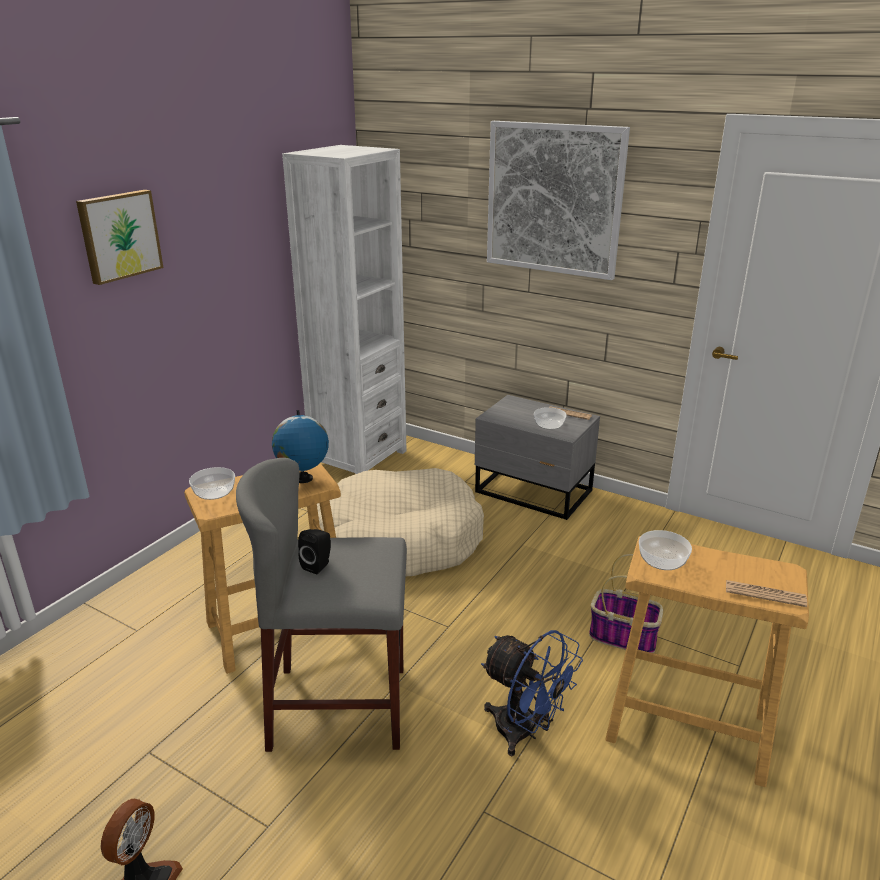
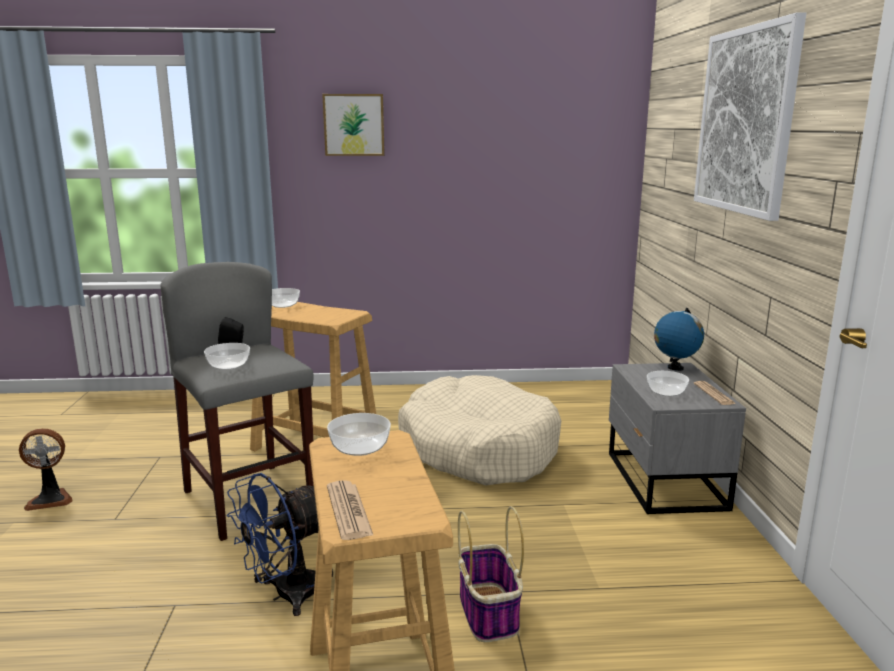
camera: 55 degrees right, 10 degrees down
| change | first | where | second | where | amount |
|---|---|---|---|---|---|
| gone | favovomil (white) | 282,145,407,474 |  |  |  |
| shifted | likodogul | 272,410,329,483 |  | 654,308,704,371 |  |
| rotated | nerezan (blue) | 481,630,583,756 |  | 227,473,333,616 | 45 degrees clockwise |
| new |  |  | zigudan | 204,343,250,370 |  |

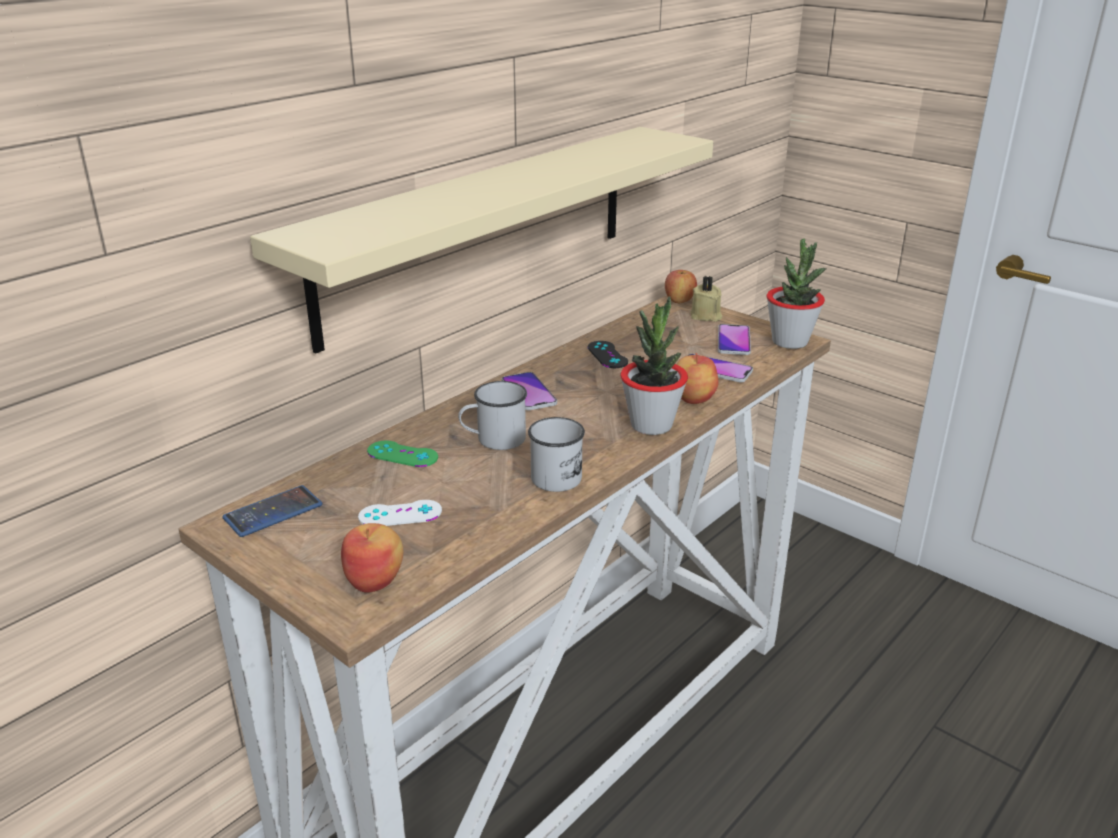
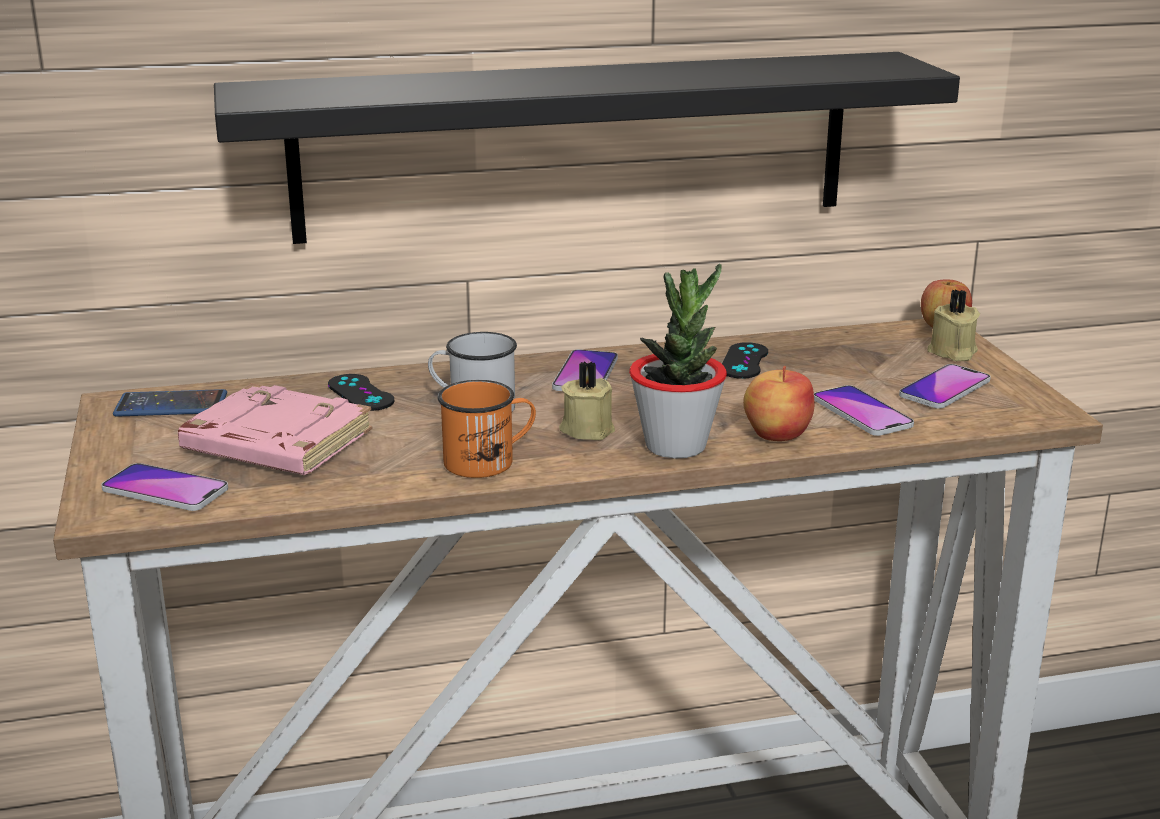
camera: 35 degrees right, 5 degrees down
| change | first | where | second | where | amount |
|---|---|---|---|---|---|
| repainted | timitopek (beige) | 250,127,713,354 | timitopek (black) | 214,52,960,244 |  |
| gone | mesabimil | 767,238,826,349 |  |  |  |
| repainted | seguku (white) | 528,417,585,492 | seguku (orange) | 438,380,536,478 |  |
| repainted | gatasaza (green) | 367,440,438,467 | gatasaza (black) | 328,374,394,411 |  |
| swapped | gatasaza (white) | 358,500,442,526 | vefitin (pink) | 178,383,373,475 |  |
| swapped | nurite | 341,523,403,593 | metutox | 101,463,228,511 |  |
| new |  |  | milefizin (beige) | 559,361,615,440 |  |

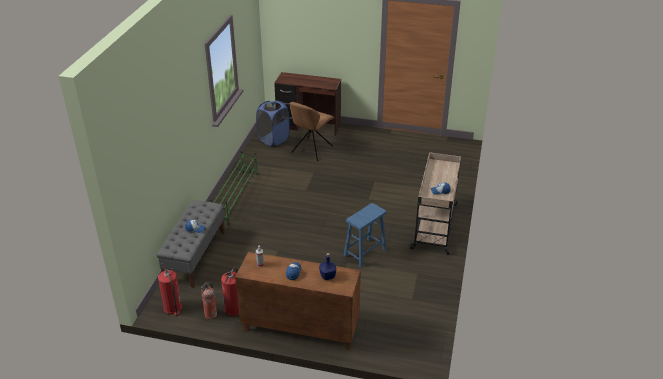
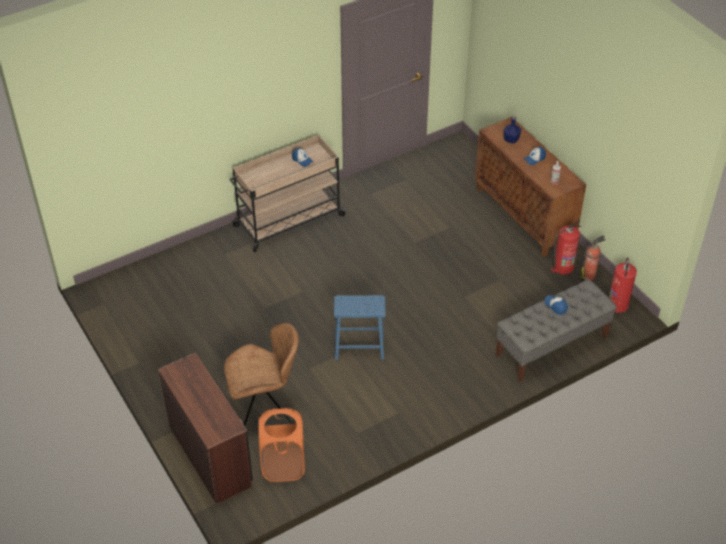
camera: 135 degrees left, 10 degrees up
| change | first | where | second | where | amount |
|---|---|---|---|---|---|
| repainted | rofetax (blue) | 256,100,290,146 | rofetax (orange) | 258,408,305,482 |  |
| gone | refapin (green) | 210,151,258,225 |  |  |  |
| shifted | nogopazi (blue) | 343,203,387,267 |  | 334,295,386,360 |  |

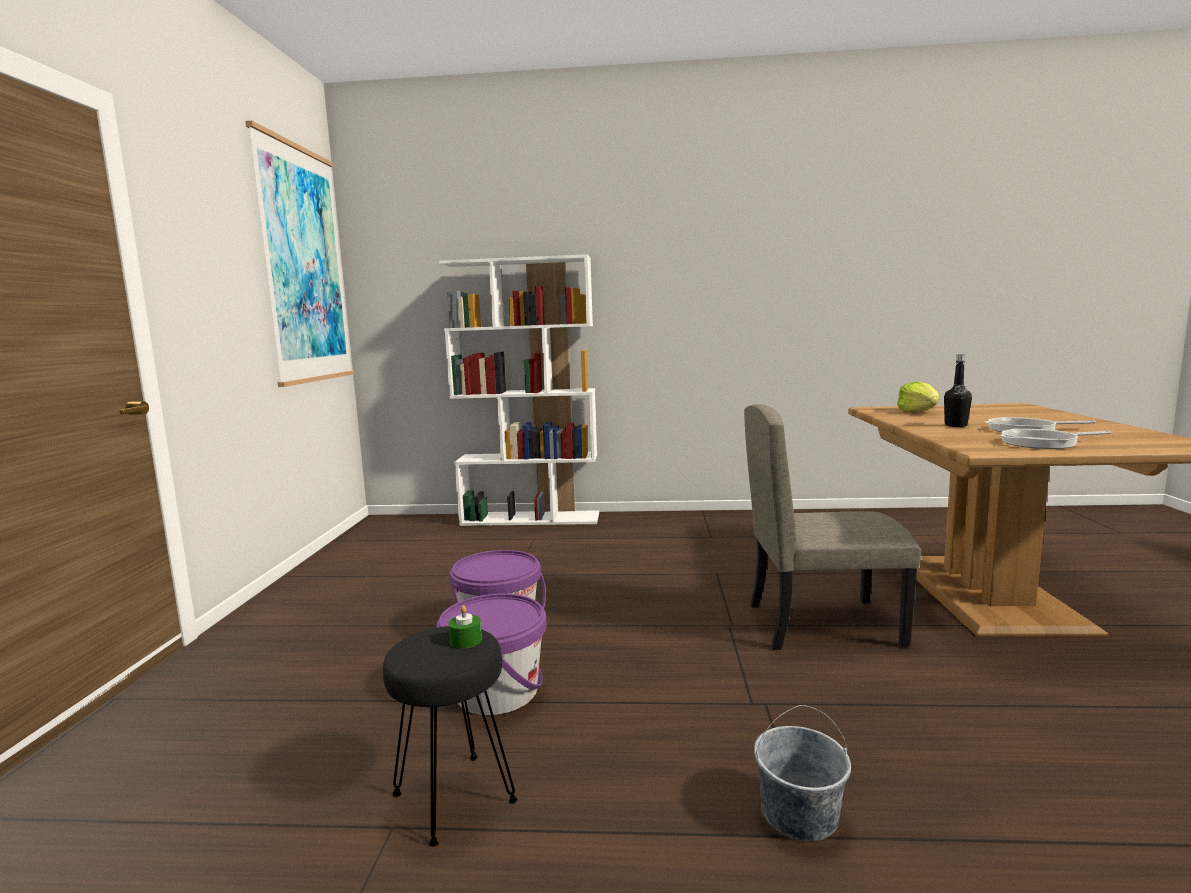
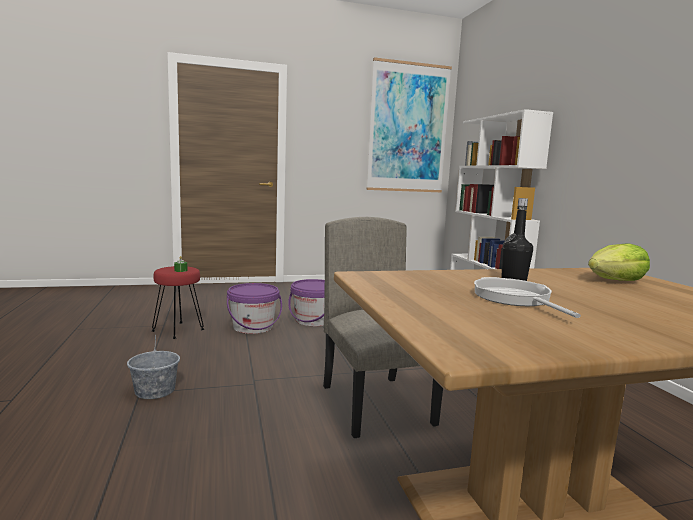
camera: 70 degrees right, 0 degrees up
| change | first | where | second | where | amount |
|---|---|---|---|---|---|
| gone | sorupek | 1000,429,1112,449 |  |  |  |
| repainted | nogopazi (black) | 383,626,518,847 | nogopazi (red) | 152,266,204,339 |  |

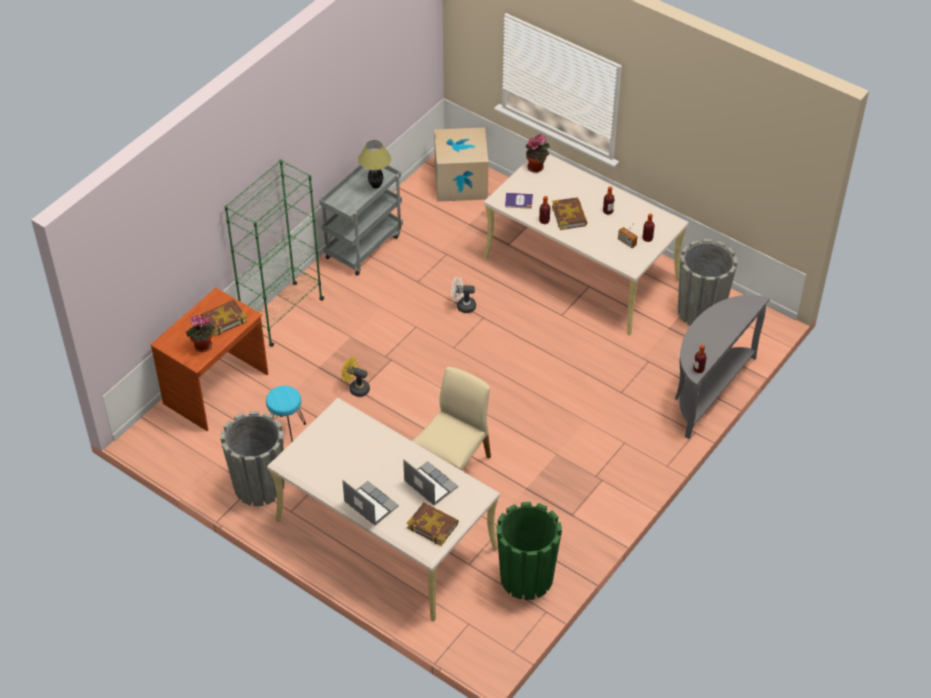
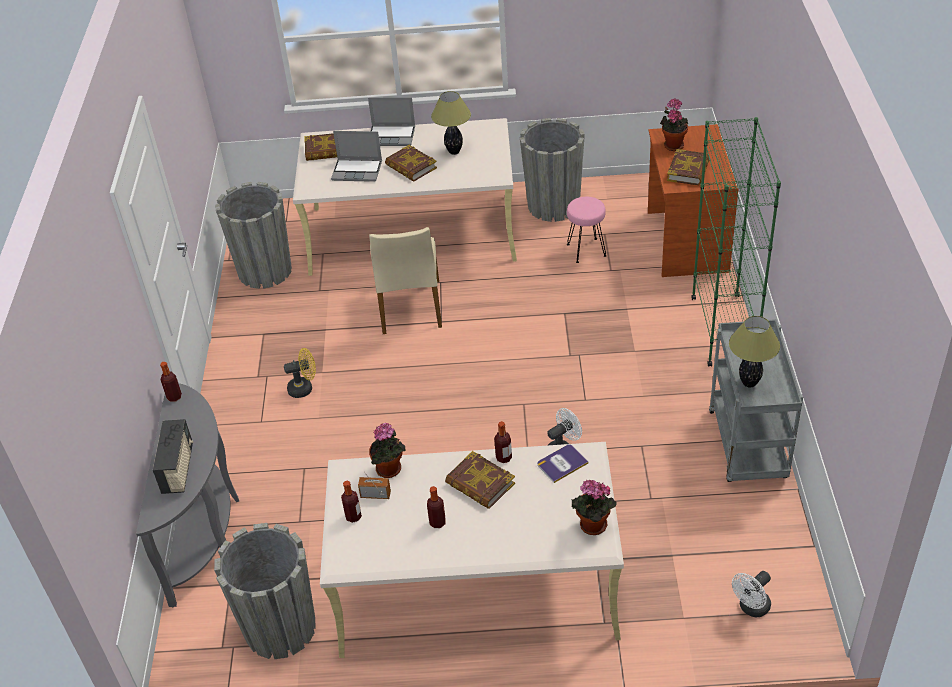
camera: 145 degrees right, 5 degrees down
| change | first | where | second | where | amount |
|---|---|---|---|---|---|
| swapped | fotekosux | 434,128,488,202 | nerezan (white) | 732,571,771,617 |  |
| shifted | nerezan (yellow) | 342,357,370,397 |  | 284,348,316,398 |  |
| repainted | nogopazi (turquoise) | 266,386,306,441 | nogopazi (pink) | 567,197,607,263 |  |
| repainted | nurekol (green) | 496,502,562,600 | nurekol (grey) | 215,182,292,289 |  |
| new |  |  | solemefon | 431,91,471,155 |  |
| new |  |  | vefitin | 385,145,437,182 |  |
| new |  |  | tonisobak | 153,419,193,494 |  |
| new |  |  | mesabimil | 369,423,406,478 |  |

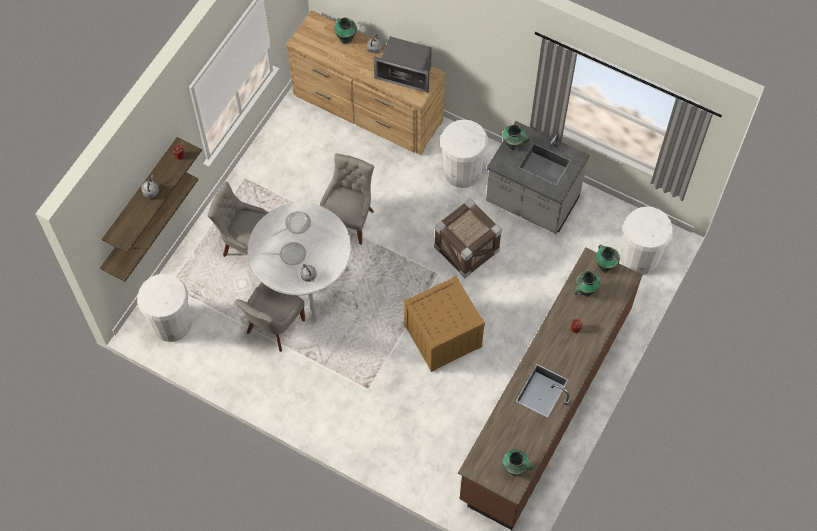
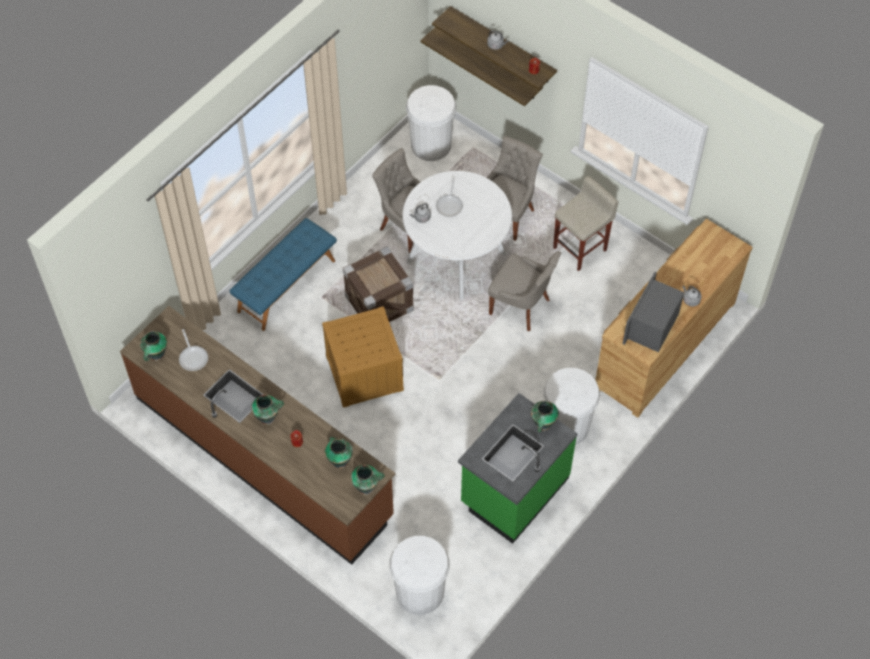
camera: 100 degrees right, 5 degrees down
| change | first | where | second | where | amount |
|---|---|---|---|---|---|
| shifted | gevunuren | 334,17,357,44 |  | 251,395,284,425 |  |
| repainted | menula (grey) | 486,121,590,234 | menula (green) | 458,393,577,544 |  |
| shifted | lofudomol | 434,198,502,278 |  | 343,246,414,322 |  |
| shifted | sorupek | 271,211,311,236 |  | 179,329,208,371 |  |
| new |  |  | nogopazi (beige) | 553,176,618,271 |  |
| new |  |  | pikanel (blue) | 230,218,337,331 |  |

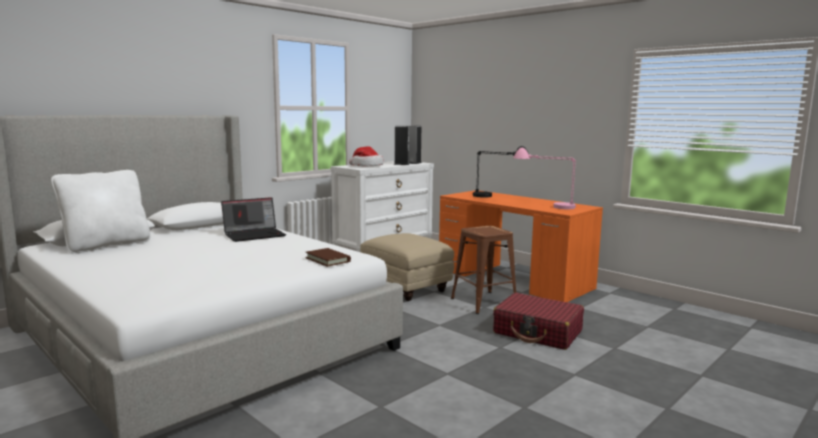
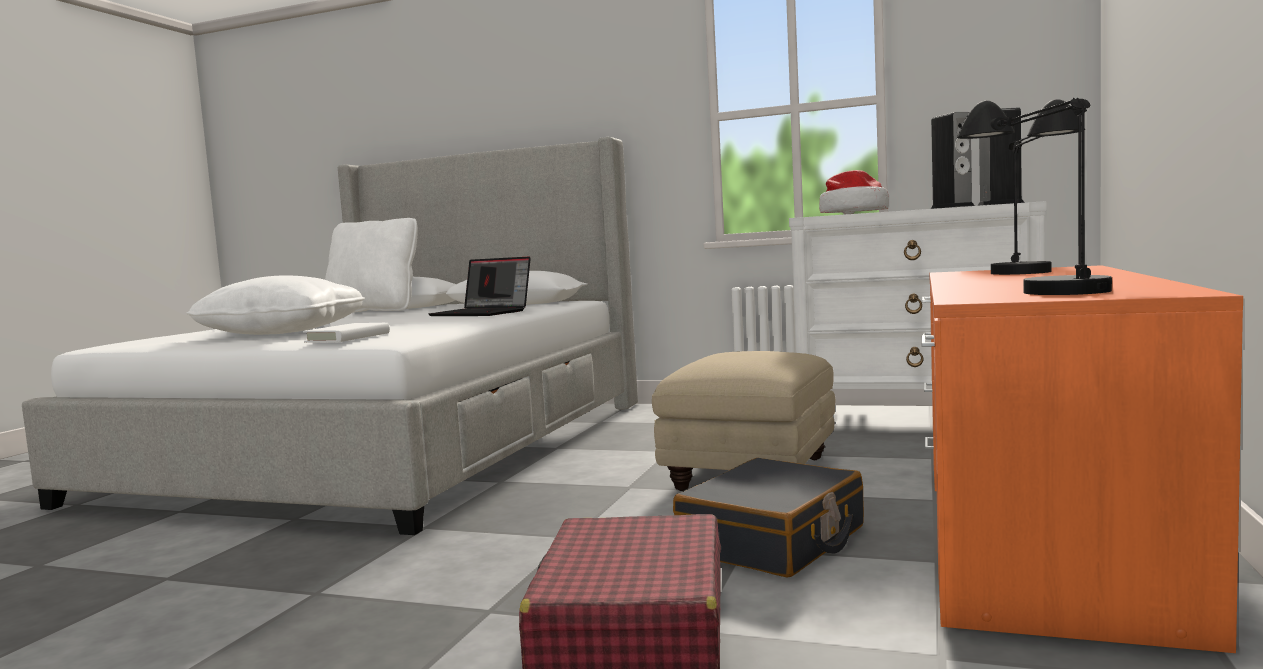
camera: 65 degrees right, 5 degrees down
| change | first | where | second | where | amount |
|---|---|---|---|---|---|
| repainted | solemefon (pink) | 513,148,576,209 | solemefon (black) | 957,98,1112,295 |  |
| swapped | nogopazi (brown) | 451,226,517,314 | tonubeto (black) | 673,458,864,578 |  |
| repainted | vefitin (brown) | 305,248,351,267 | vefitin (white) | 303,323,390,342 |  |
| new |  |  | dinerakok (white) | 187,276,365,335 |  |

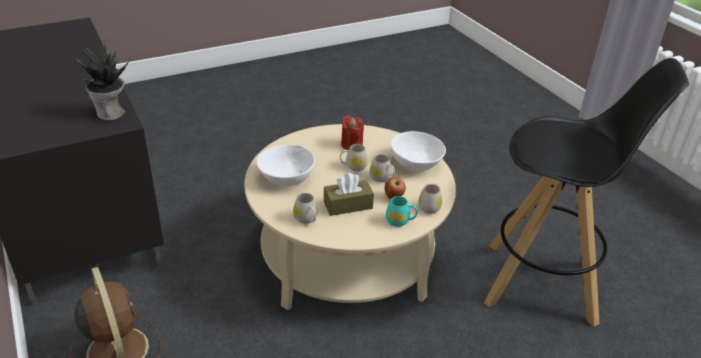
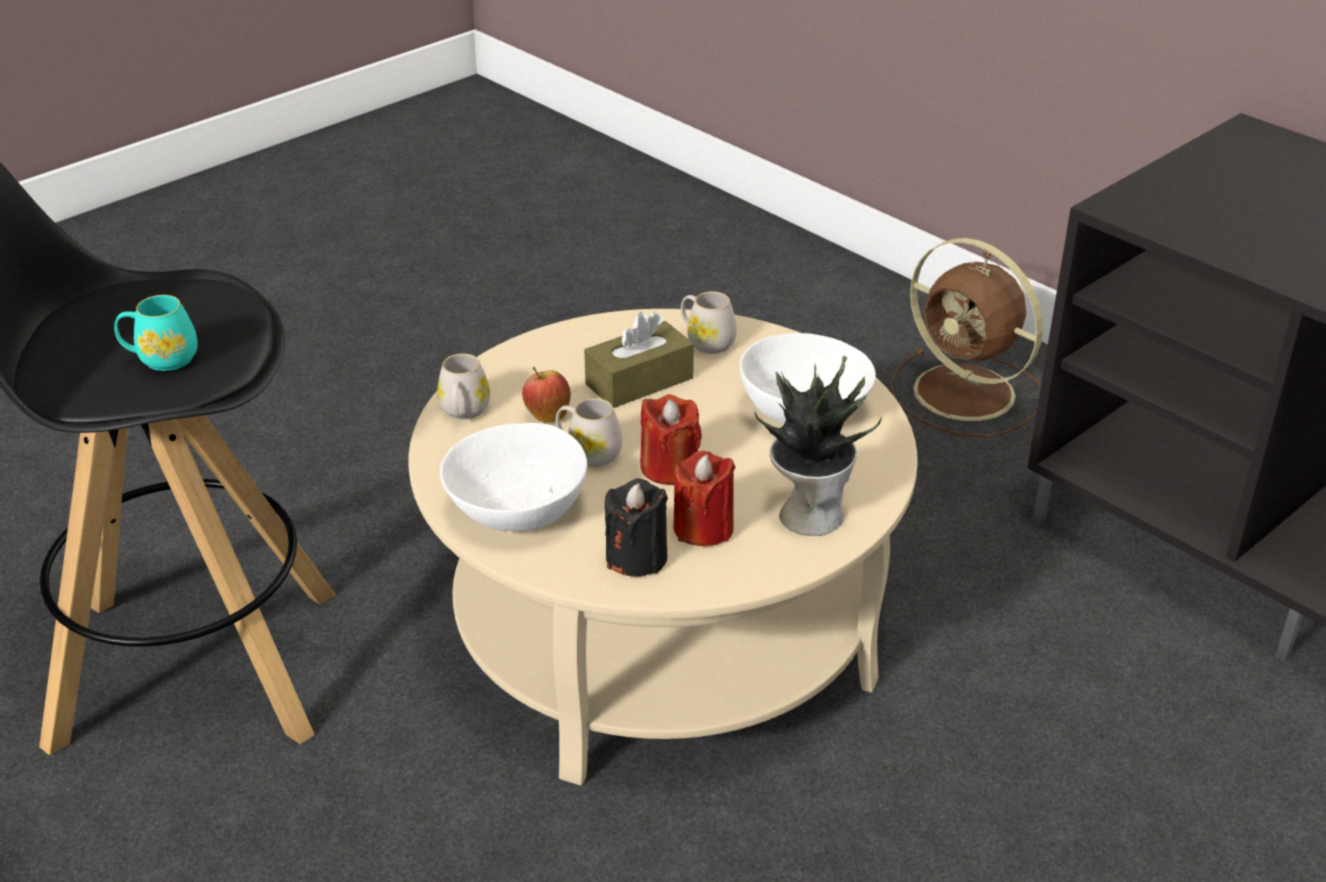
camera: 165 degrees right, 0 degrees up
| change | first | where | second | where | amount |
|---|---|---|---|---|---|
| shifted | mesabimil | 75,39,130,120 |  | 755,355,882,536 |  |
| swapped | seguku (white) | 340,144,368,171 | milefizin (red) | 640,394,702,485 |  |
| shifted | seguku (turquoise) | 386,196,417,227 |  | 114,295,198,371 |  |
| new |  |  | milefizin (black) | 605,479,668,577 |  |

